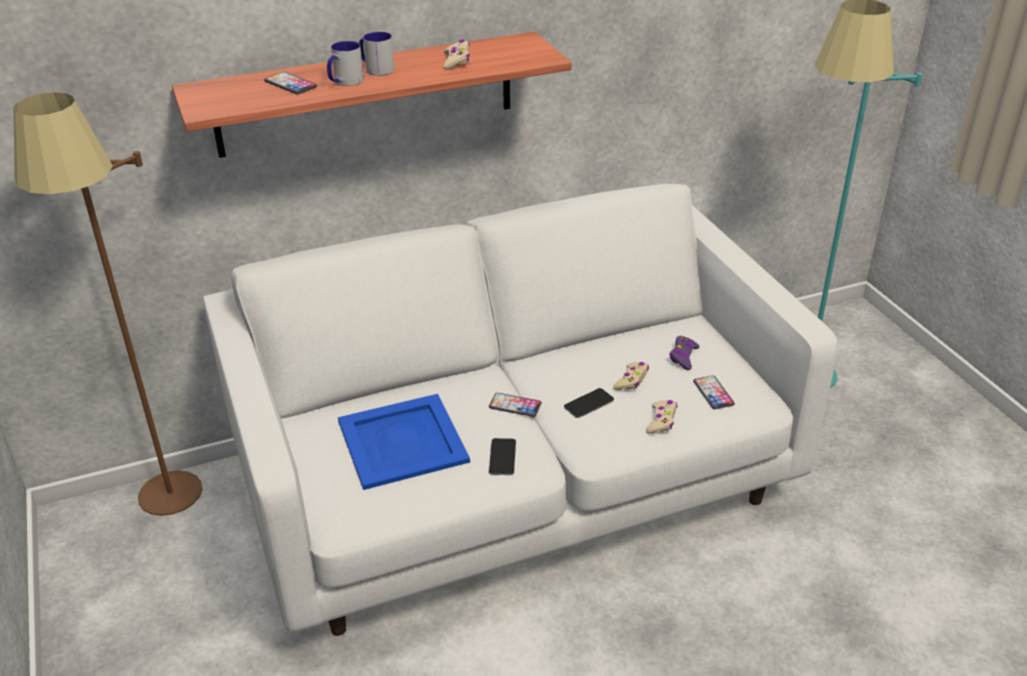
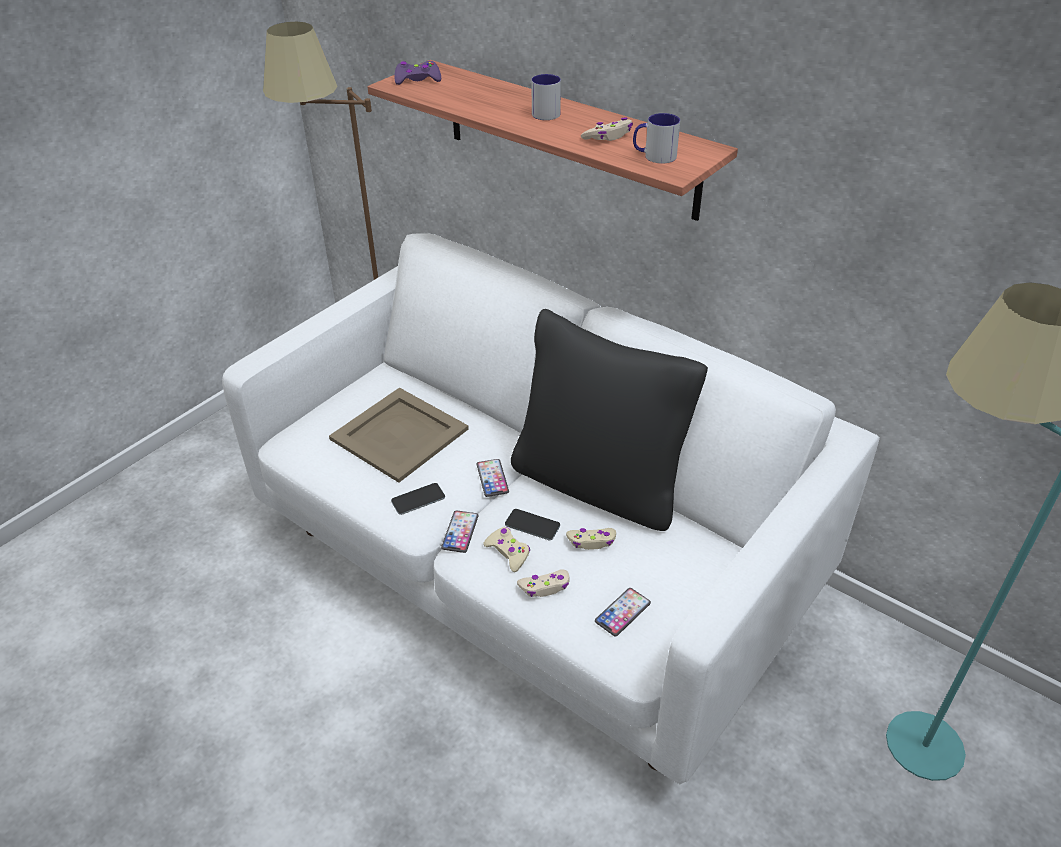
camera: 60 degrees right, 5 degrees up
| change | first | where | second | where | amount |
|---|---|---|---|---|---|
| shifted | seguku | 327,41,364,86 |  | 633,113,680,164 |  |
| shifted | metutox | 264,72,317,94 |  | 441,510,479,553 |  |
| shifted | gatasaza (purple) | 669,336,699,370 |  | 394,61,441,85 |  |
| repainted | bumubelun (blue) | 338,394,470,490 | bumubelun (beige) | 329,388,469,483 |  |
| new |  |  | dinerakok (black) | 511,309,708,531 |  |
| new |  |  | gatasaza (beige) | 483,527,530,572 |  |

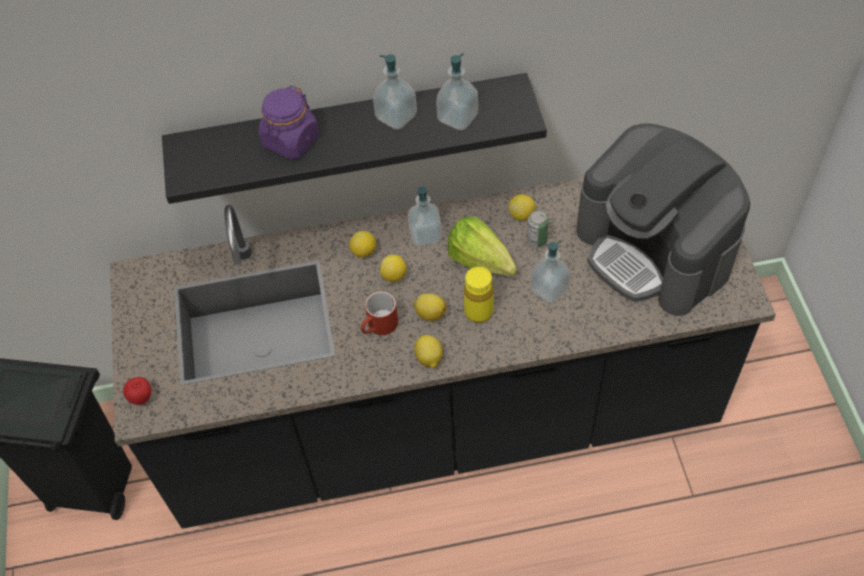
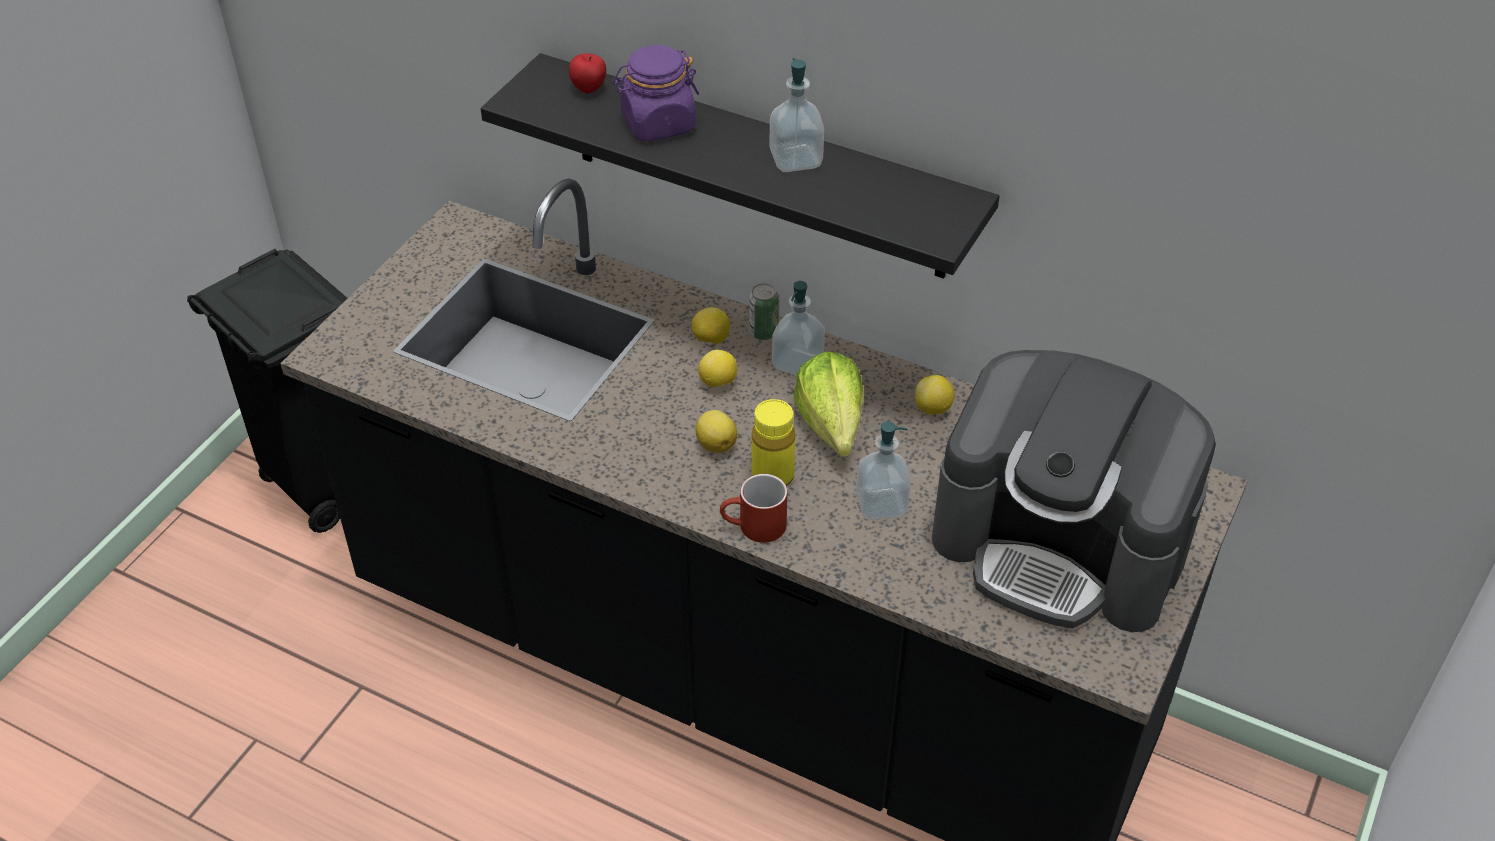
camera: 35 degrees right, 10 degrees down
| change | first | where | second | where | amount |
|---|---|---|---|---|---|
| gone | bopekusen | 436,53,478,130 |  |  |  |
| rotated | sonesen | 576,123,750,316 |  | 932,350,1216,632 | 60 degrees counterclockwise |
| shifted | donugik | 527,210,549,247 |  | 749,283,779,340 |  |
| shifted | seguku (red) | 361,291,398,335 |  | 720,474,787,543 |  |
| gone | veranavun | 414,335,443,368 |  |  |  |
| shifted | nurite | 123,377,151,405 |  | 569,53,606,94 |  |

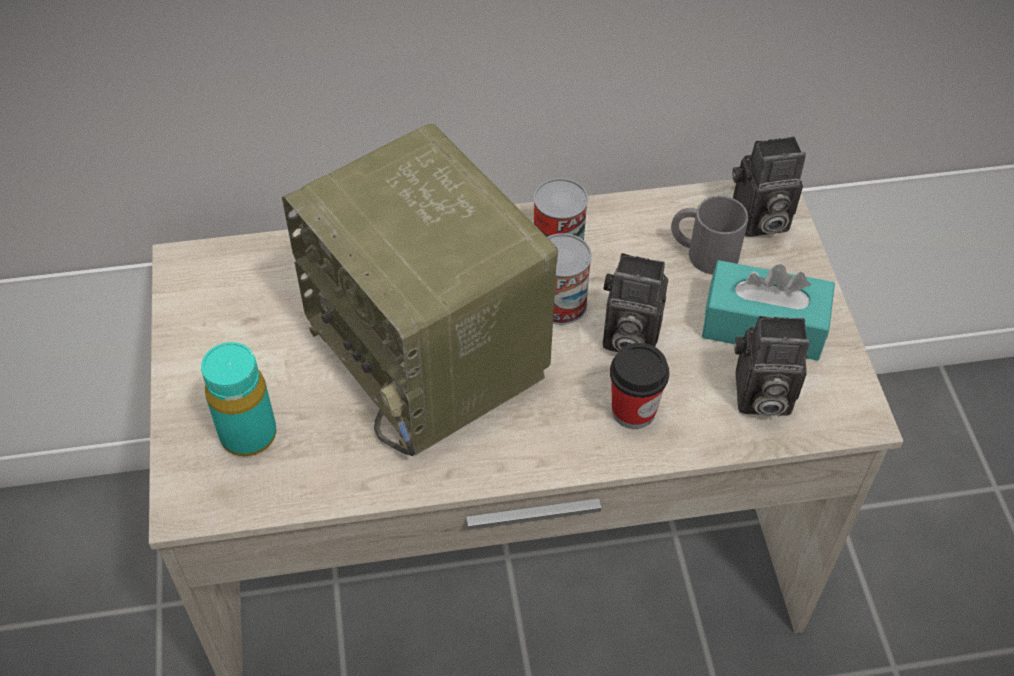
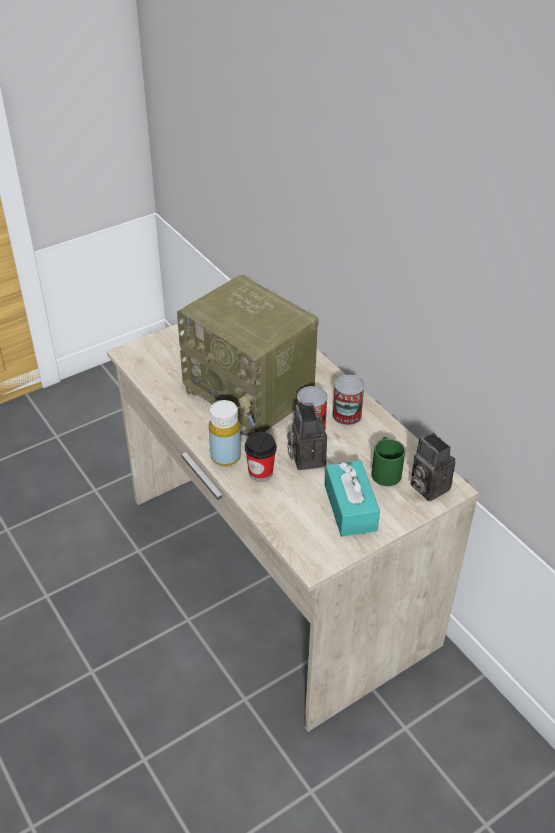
camera: 65 degrees right, 10 degrees down
| change | first | where | second | where | amount |
|---|---|---|---|---|---|
| rotated | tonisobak | 282,124,558,456 |  | 177,275,318,436 | 75 degrees counterclockwise |
| repainted | seguku (grey) | 671,196,748,275 | seguku (green) | 371,437,405,486 |  |
| gone | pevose | 734,316,810,417 |  |  |  |
| gone | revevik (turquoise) | 201,342,277,456 |  |  |  |
| new |  |  | revevik (yellow) | 209,400,241,466 |  |

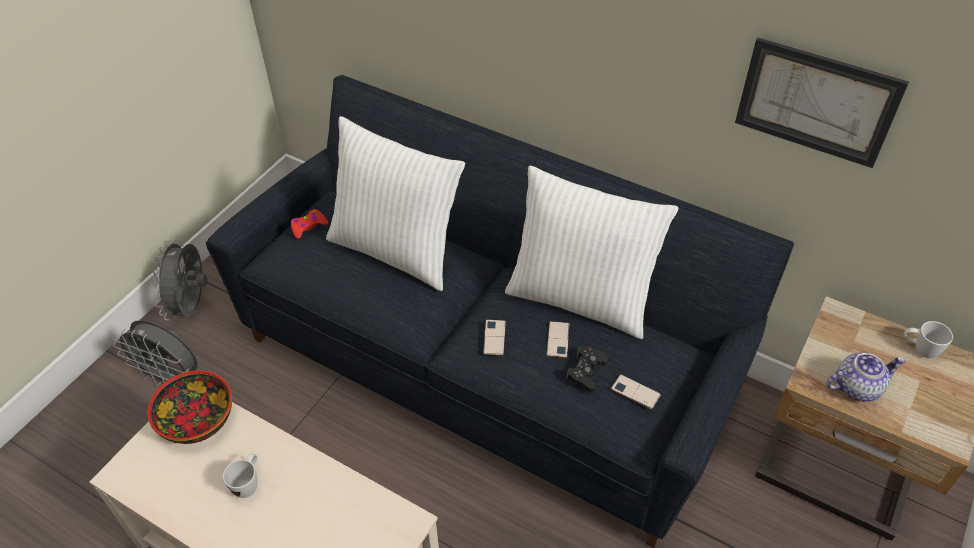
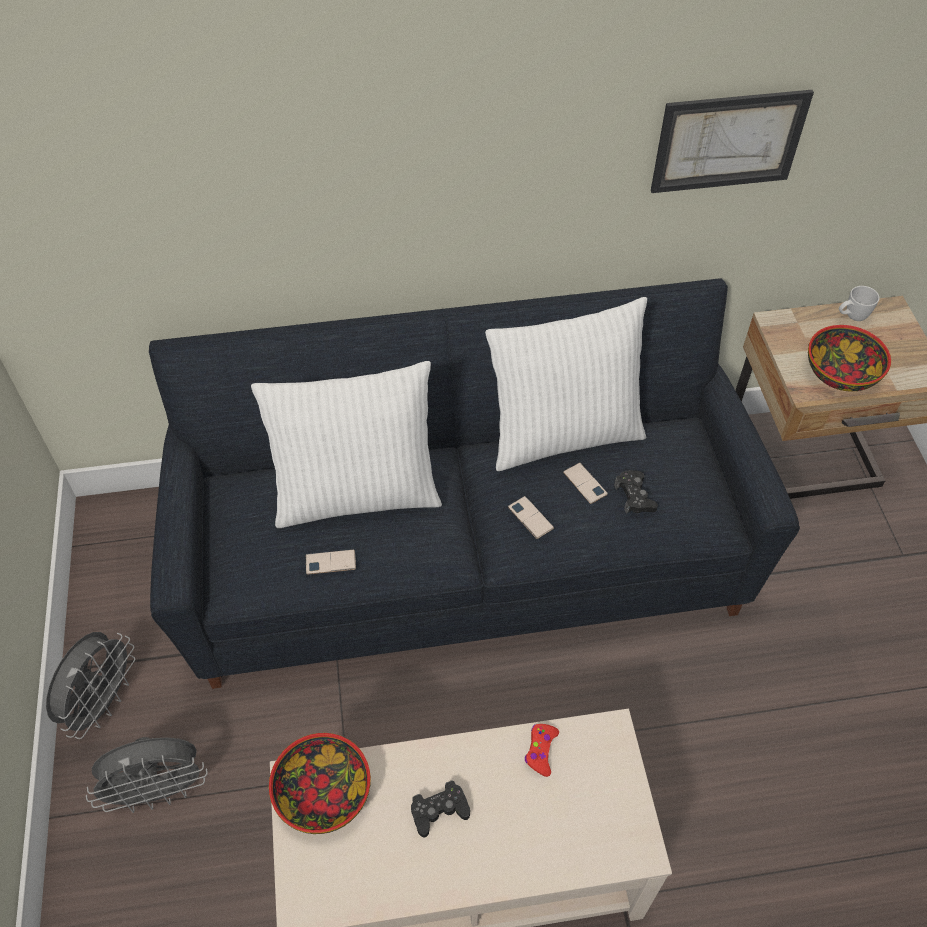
camera: 40 degrees left, 5 degrees up
| change | first | where | second | where | amount |
|---|---|---|---|---|---|
| shifted | gatasaza (red) | 291,209,328,239 |  | 525,724,559,777 |  |
| rotated | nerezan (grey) | 153,240,207,320 |  | 46,632,135,739 | 120 degrees counterclockwise |
| swapped | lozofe | 826,353,906,402 | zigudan | 808,325,891,391 |  |
| shifted | metutox | 611,374,661,410 |  | 306,550,356,574 |  |
| swapped | seguku (white) | 223,454,258,498 | gatasaza (black) | 411,780,470,838 |  |

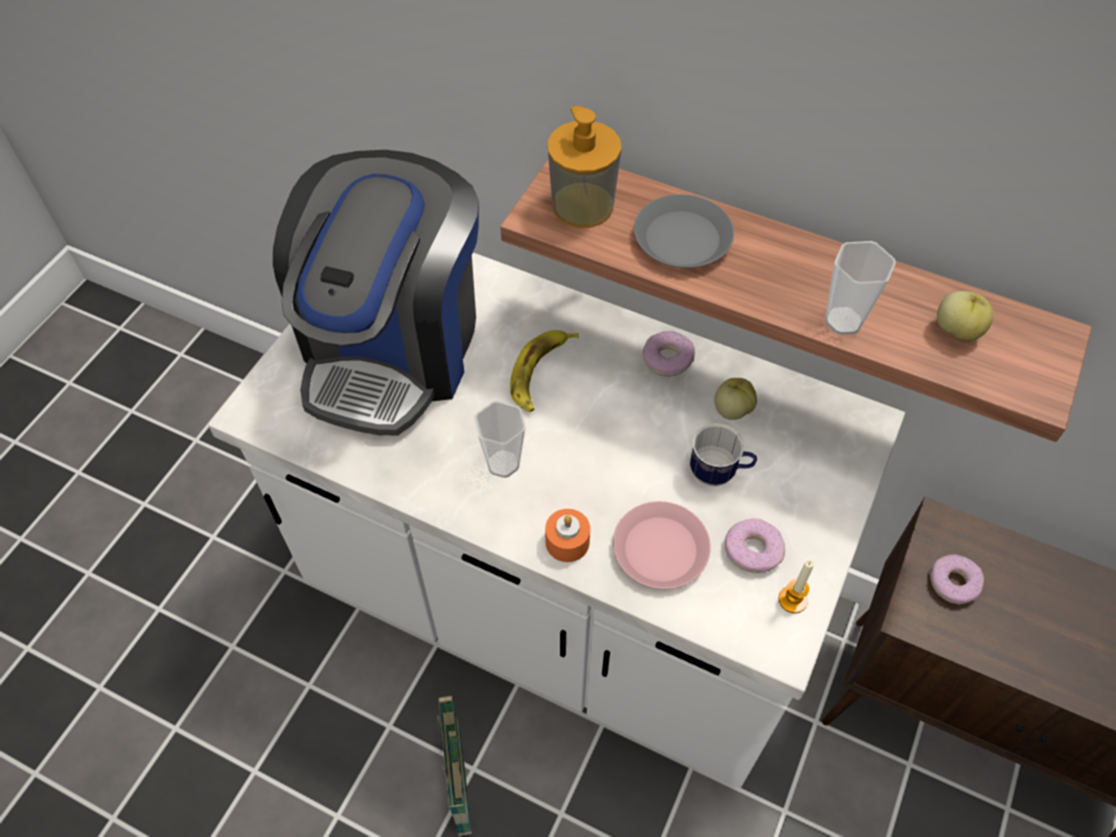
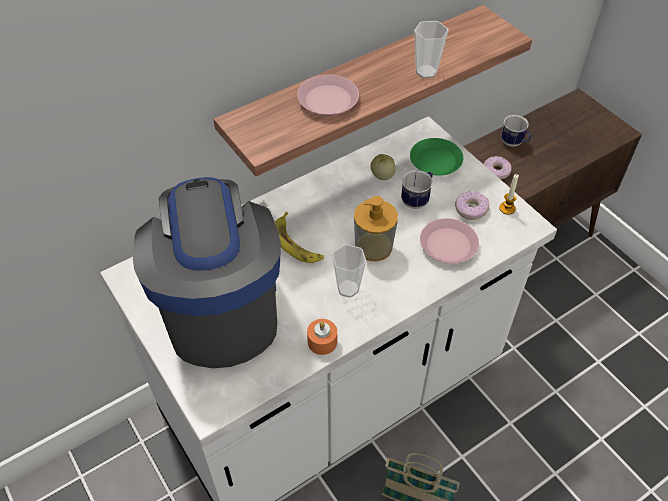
camera: 60 degrees left, 5 degrees down
| change | first | where | second | where | amount |
|---|---|---|---|---|---|
| shifted | bopekusen | 548,106,621,228 |  | 354,196,398,262 |  |
| rotated | sonesen | 273,150,479,436 |  | 133,177,281,368 | 150 degrees counterclockwise |
| repainted | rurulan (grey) | 634,194,734,268 | rurulan (pink) | 297,75,359,116 |  |
| gone | nurite | 937,291,993,342 |  |  |  |
| gone | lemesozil | 643,331,695,377 |  |  |  |
| shifted | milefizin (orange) | 545,509,590,562 |  | 307,319,337,355 |  |
| new |  |  | seguku | 501,115,531,147 |  |
| new |  |  | rurulan (green) | 410,138,463,176 |  |

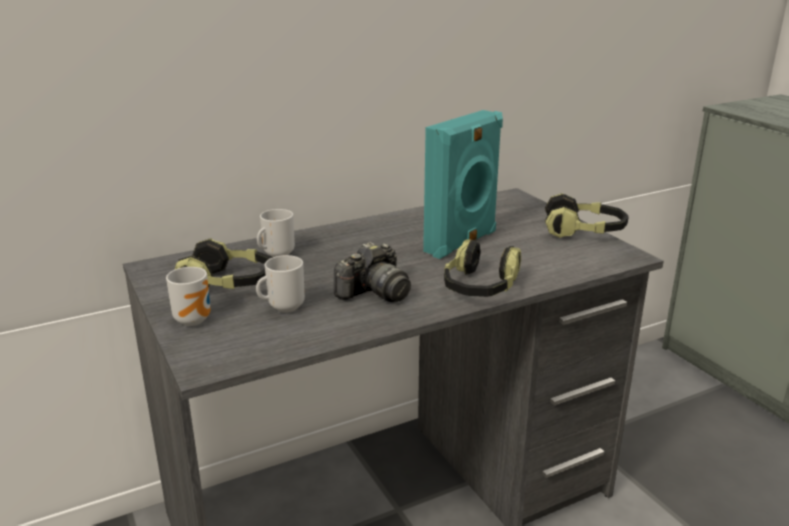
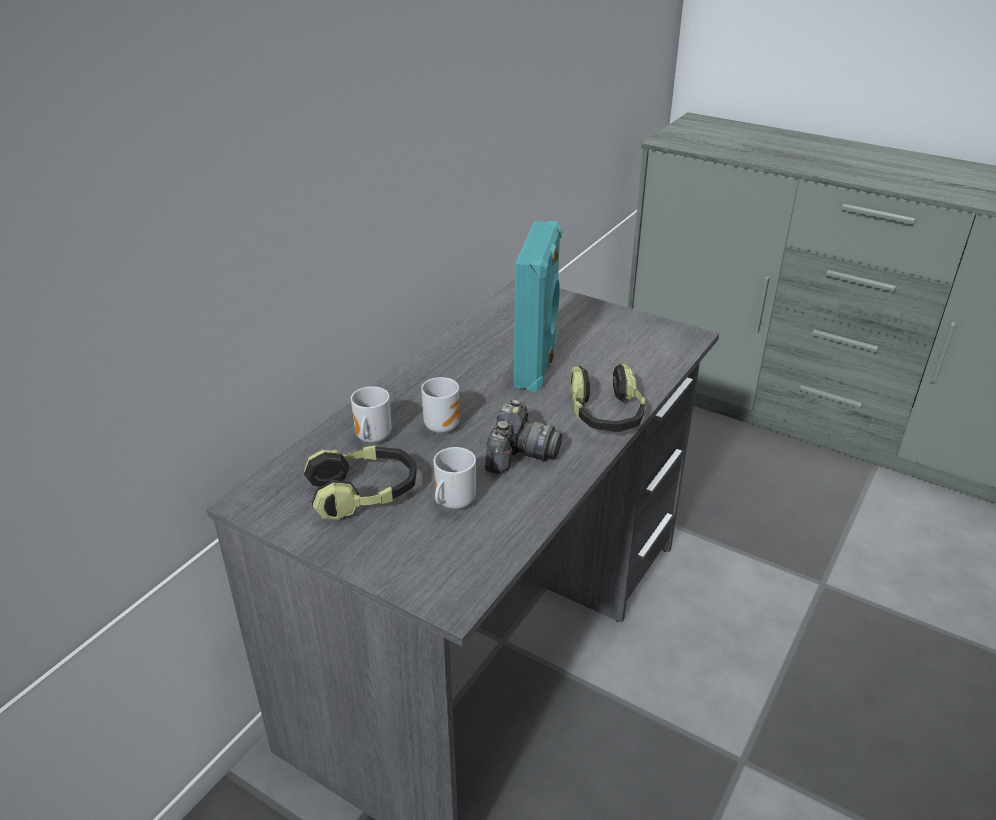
camera: 30 degrees left, 10 degrees up
| change | first | where | second | where | amount |
|---|---|---|---|---|---|
| gone | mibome | 545,193,629,238 |  |  |  |
| shifted | seguku | 166,267,210,326 |  | 421,377,459,434 |  |

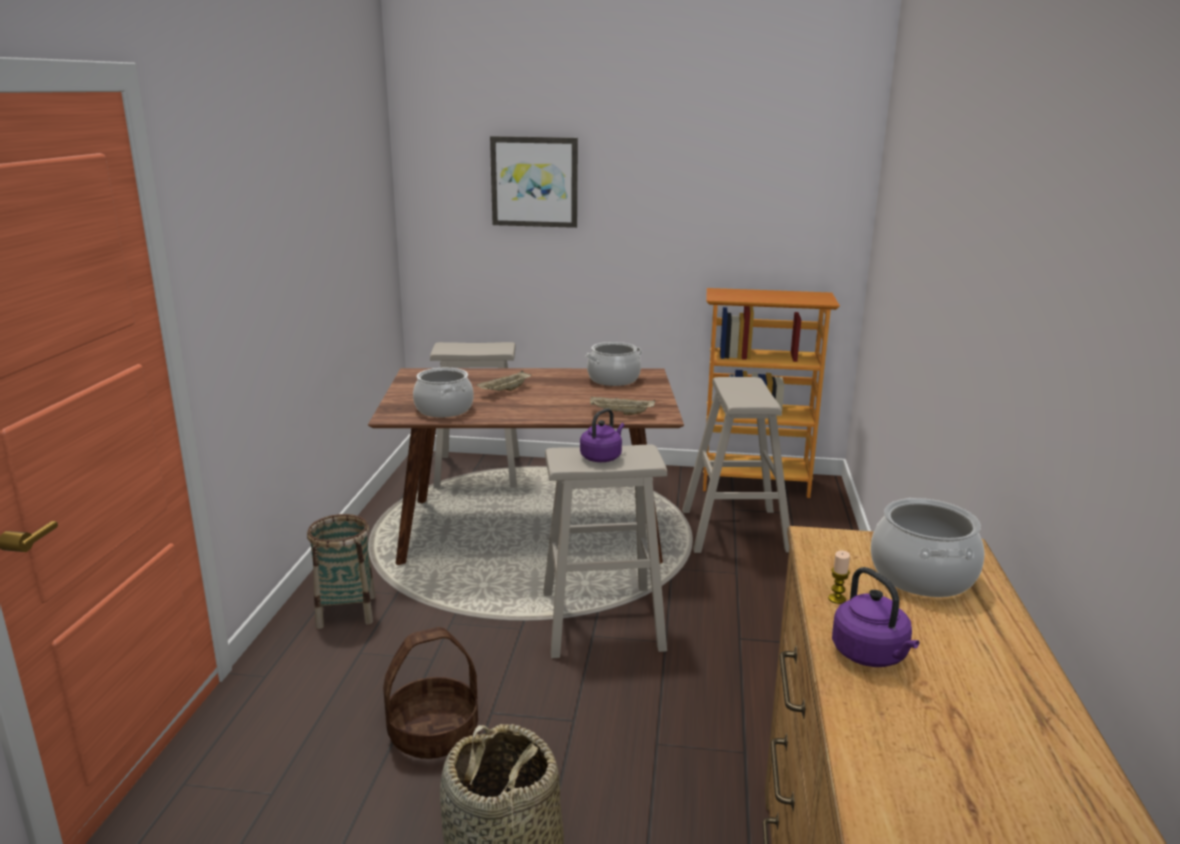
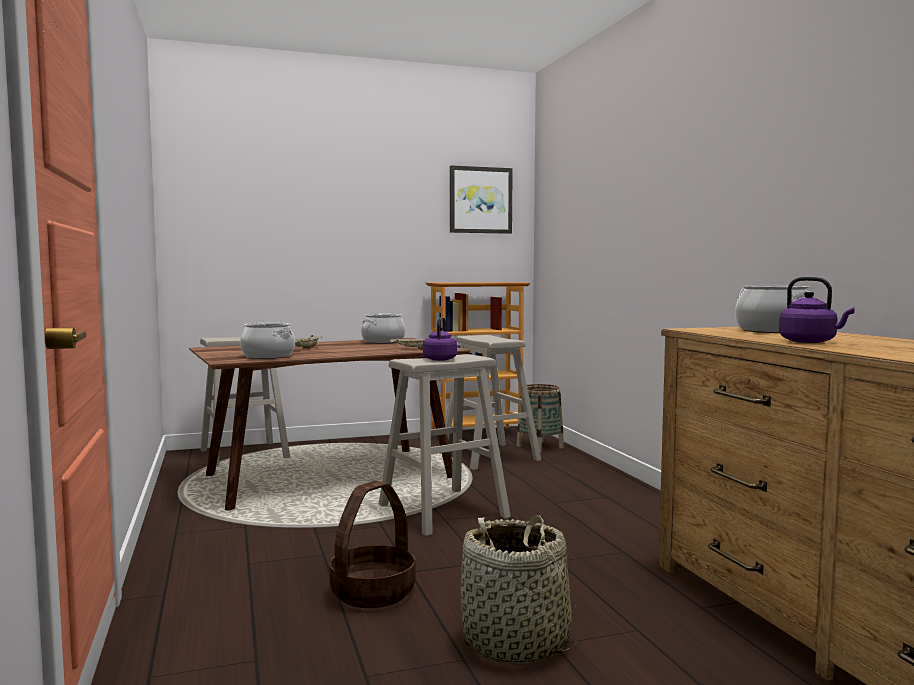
camera: 25 degrees left, 15 degrees down
| change | first | where | second | where | amount |
|---|---|---|---|---|---|
| shifted | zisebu | 490,136,578,228 |  | 450,165,513,234 |  |
| shifted | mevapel | 307,514,375,629 |  | 516,384,564,453 |  |
| gone | milefizin | 828,550,850,604 |  |  |  |

